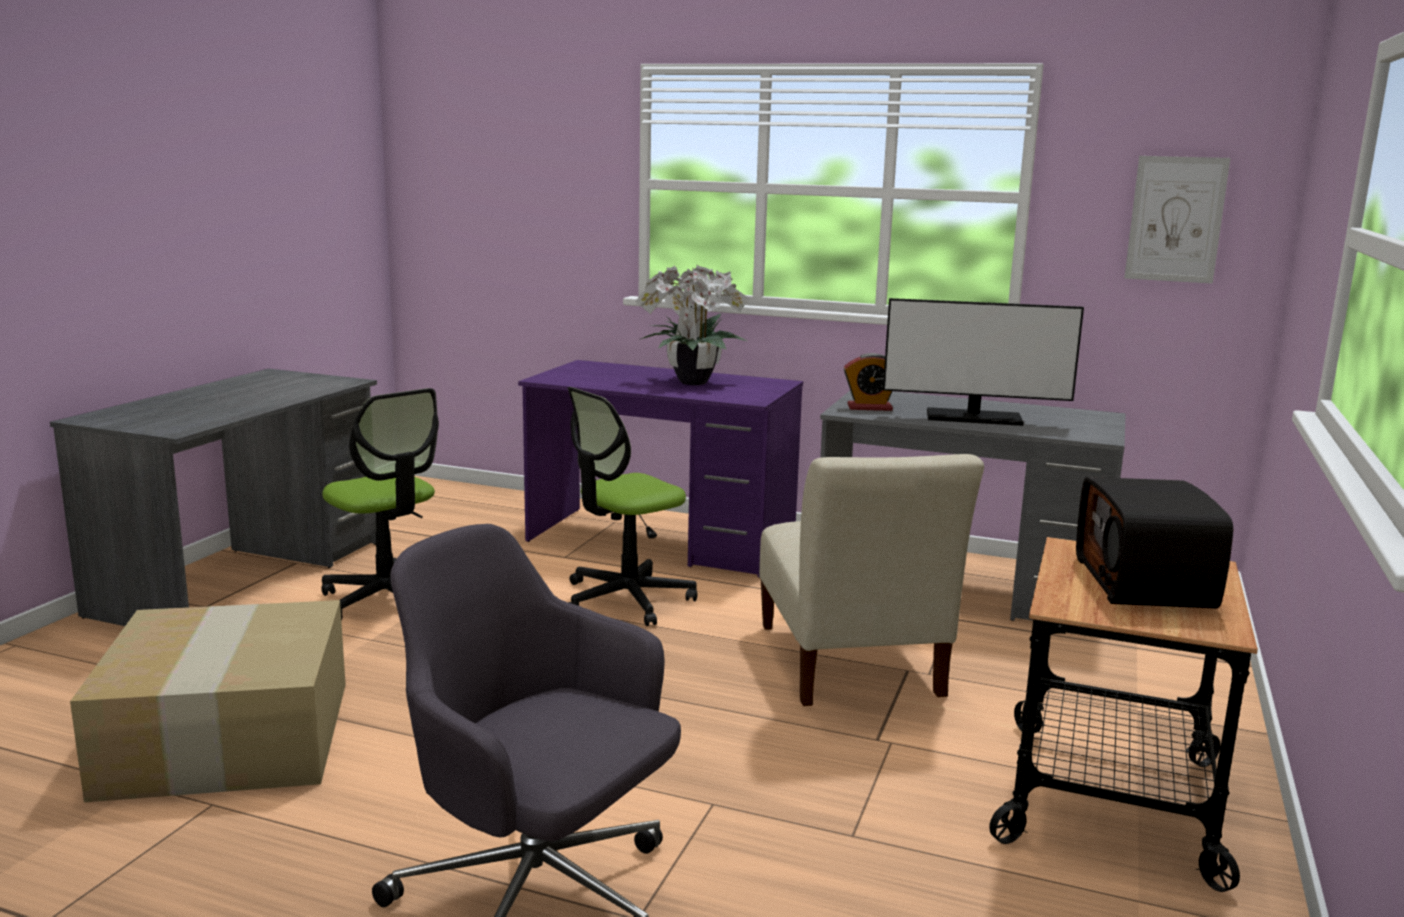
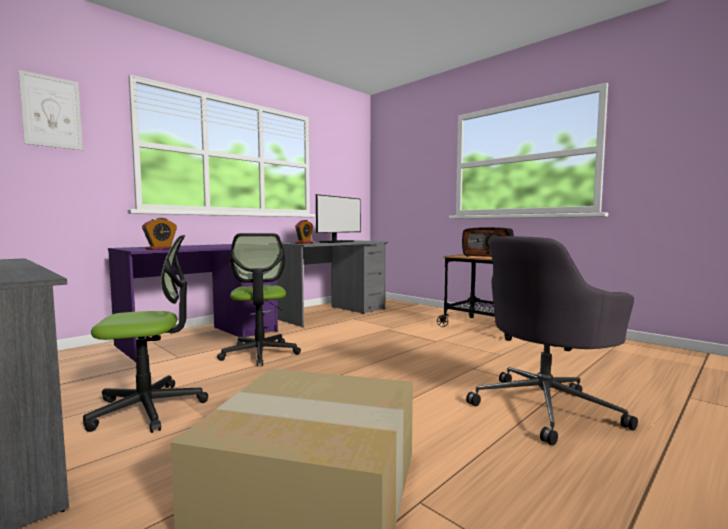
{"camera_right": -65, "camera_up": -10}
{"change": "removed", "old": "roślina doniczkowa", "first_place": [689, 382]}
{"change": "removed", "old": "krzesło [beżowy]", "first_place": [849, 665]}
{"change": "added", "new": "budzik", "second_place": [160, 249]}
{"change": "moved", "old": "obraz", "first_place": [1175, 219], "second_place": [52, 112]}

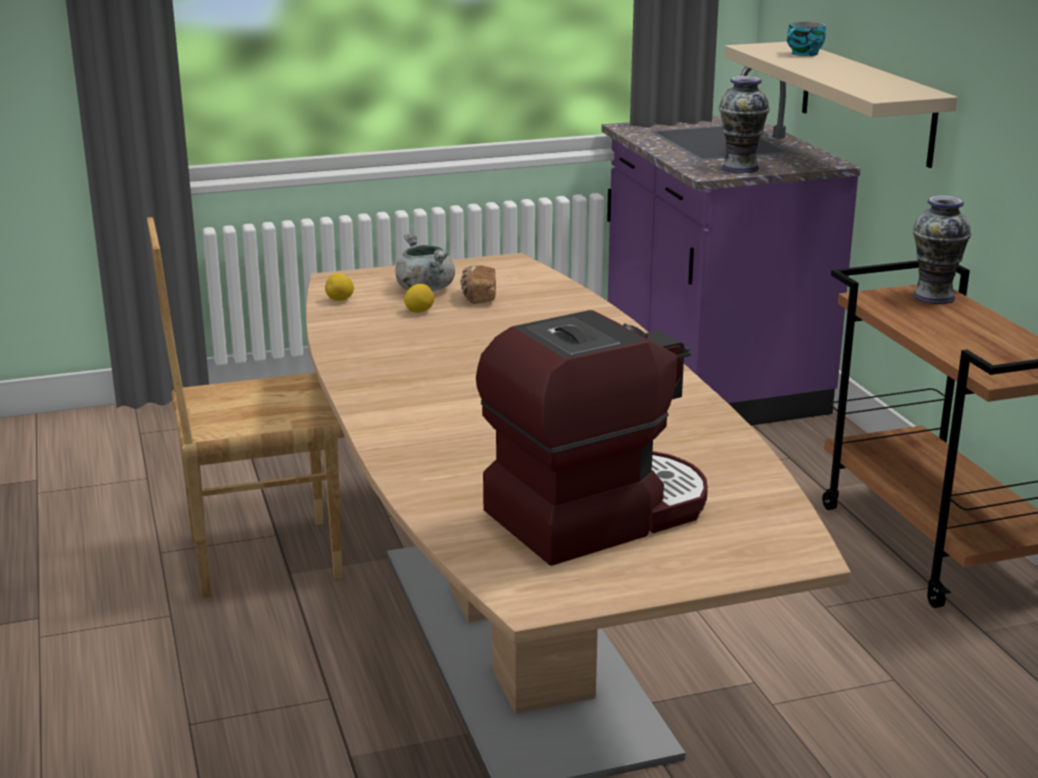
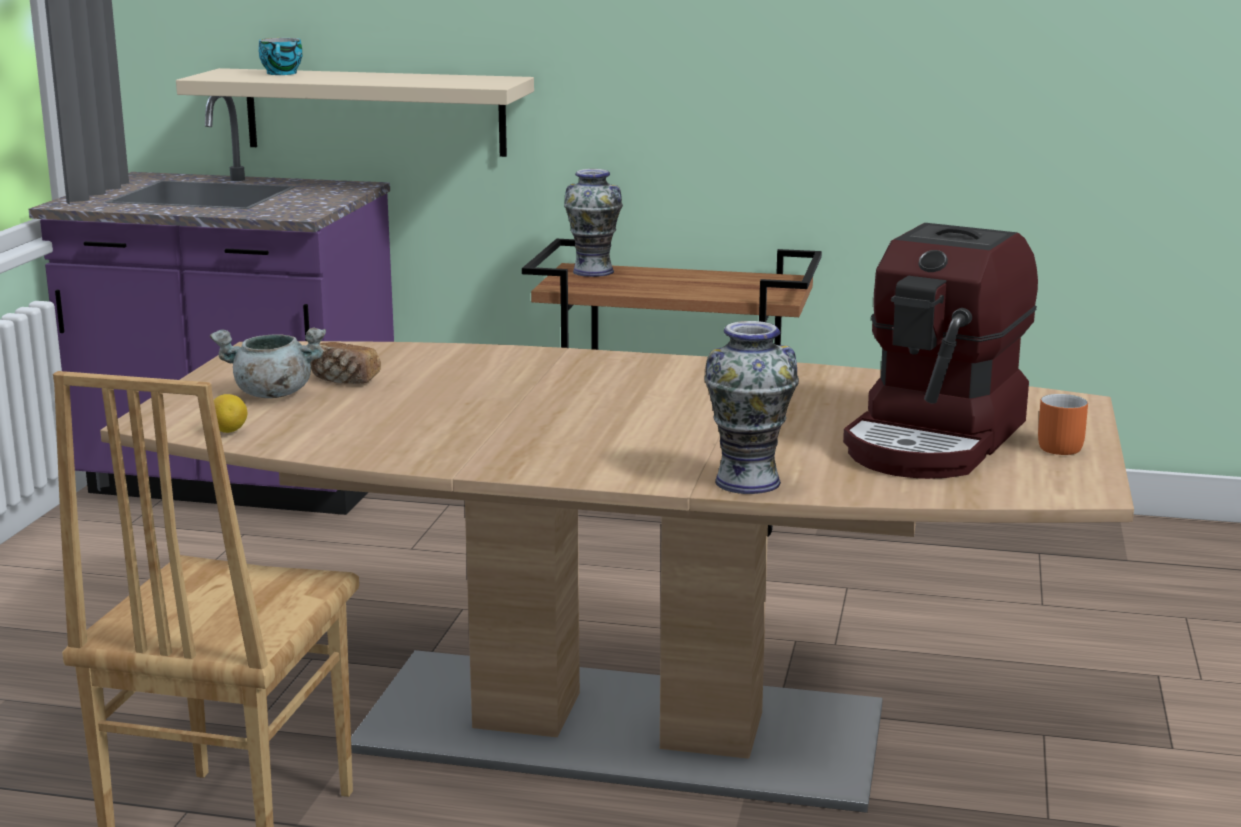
{"camera_right": -60, "camera_up": -5}
{"change": "removed", "old": "cytryna", "first_place": [419, 311]}
{"change": "added", "new": "kubek [pomarańczowy]", "second_place": [1054, 446]}
{"change": "moved", "old": "wazon", "first_place": [740, 168], "second_place": [747, 482]}
{"change": "turned", "old": "ekspres do kawy", "first_place": [596, 512], "second_place": [936, 440], "degrees": -150}

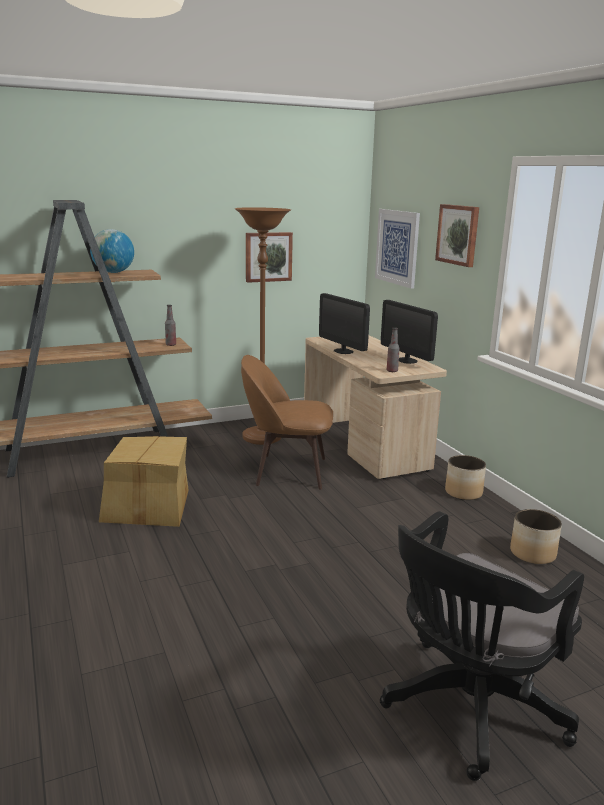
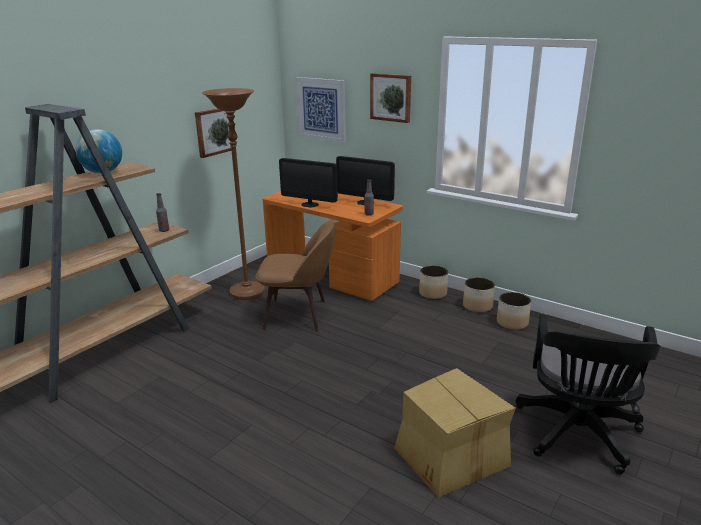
{"camera_right": -30, "camera_up": 5}
{"change": "added", "new": "donica", "second_place": [477, 306]}
{"change": "moved", "old": "karton", "first_place": [148, 507], "second_place": [450, 455]}
{"change": "recoloured", "old": "biurko [beżowy]", "new": "biurko [pomarańczowy]", "first_place": [365, 446], "second_place": [333, 277]}
{"change": "turned", "old": "krzesło [brązowy]", "first_place": [287, 471], "second_place": [298, 315], "degrees": -150}

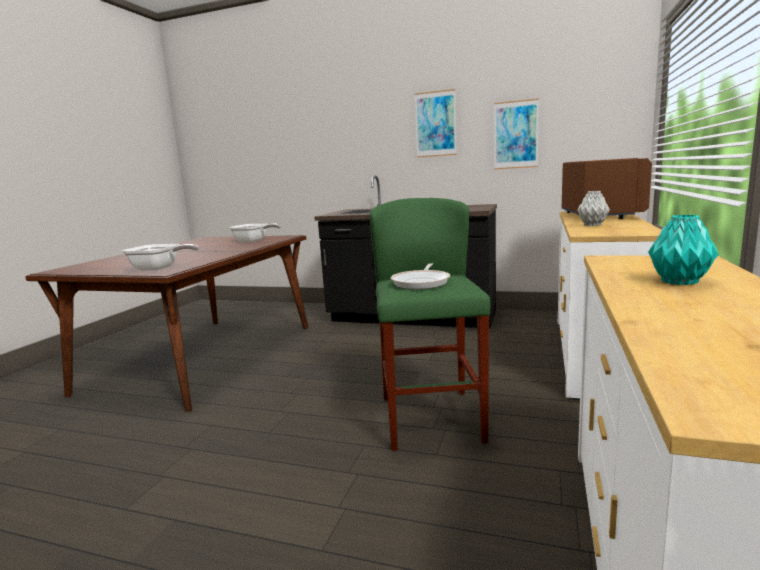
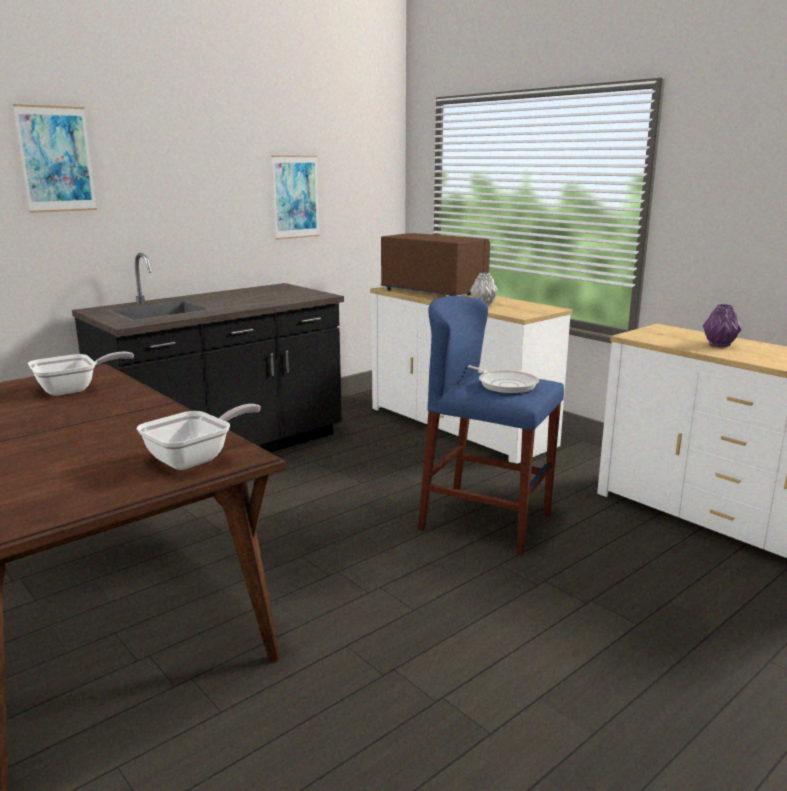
{"camera_right": -60, "camera_up": 5}
{"change": "moved", "old": "obraz", "first_place": [435, 124], "second_place": [56, 159]}
{"change": "recoloured", "old": "stołek [zielony]", "new": "stołek [niebieski]", "first_place": [431, 418], "second_place": [486, 522]}
{"change": "recoloured", "old": "wazon [turkusowy]", "new": "wazon [fioletowy]", "first_place": [679, 282], "second_place": [720, 345]}

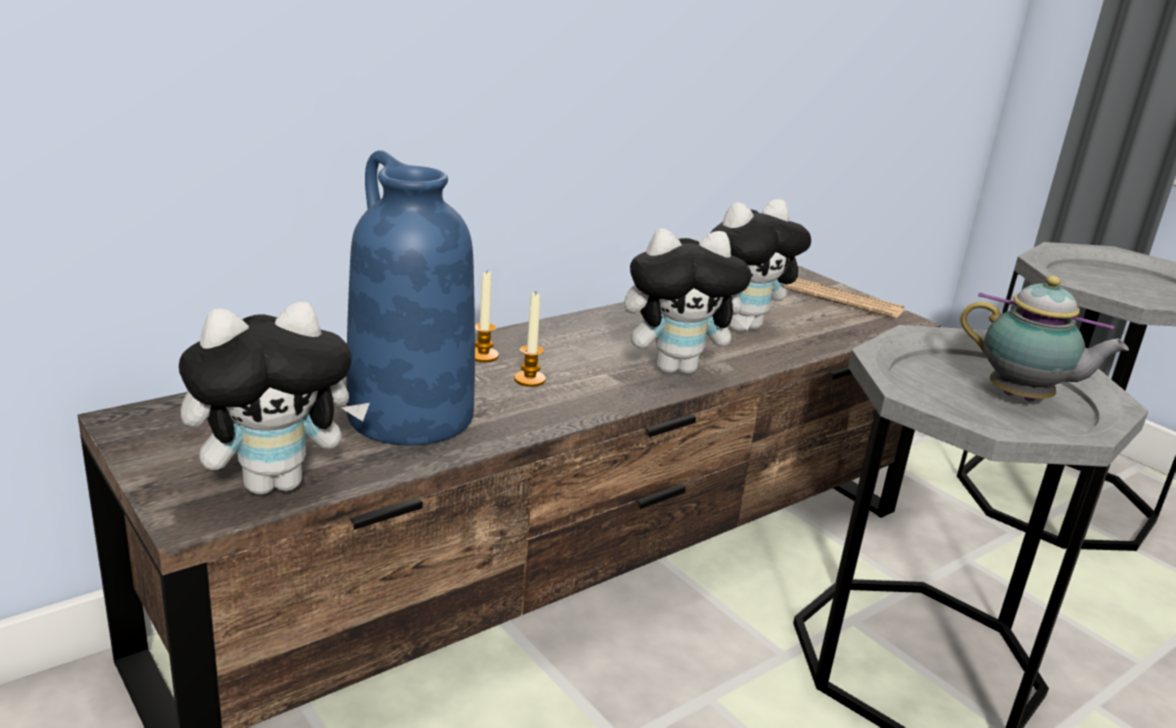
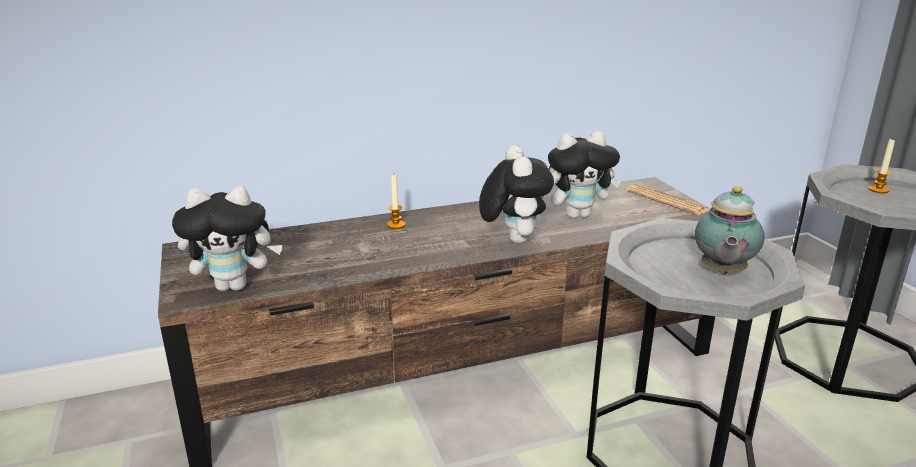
{"camera_right": 20, "camera_up": 0}
{"change": "removed", "old": "wazon [niebieski]", "first_place": [408, 415]}
{"change": "moved", "old": "świeca", "first_place": [529, 379], "second_place": [878, 190]}
{"change": "turned", "old": "pluszak", "first_place": [677, 368], "second_place": [513, 239], "degrees": -105}
{"change": "turned", "old": "imbryk", "first_place": [1023, 399], "second_place": [721, 272], "degrees": 60}

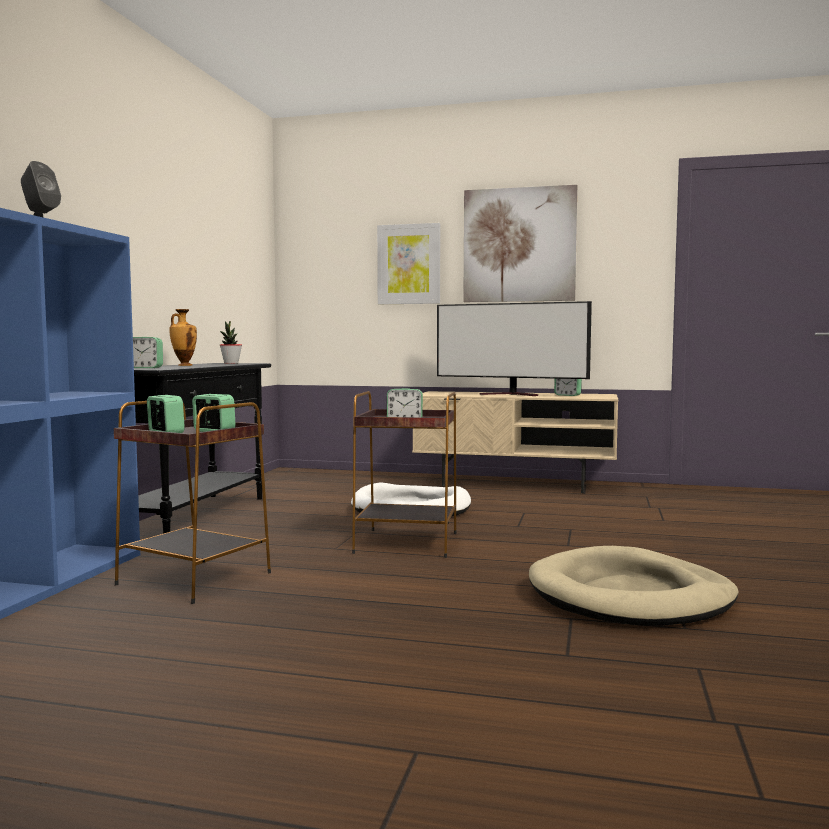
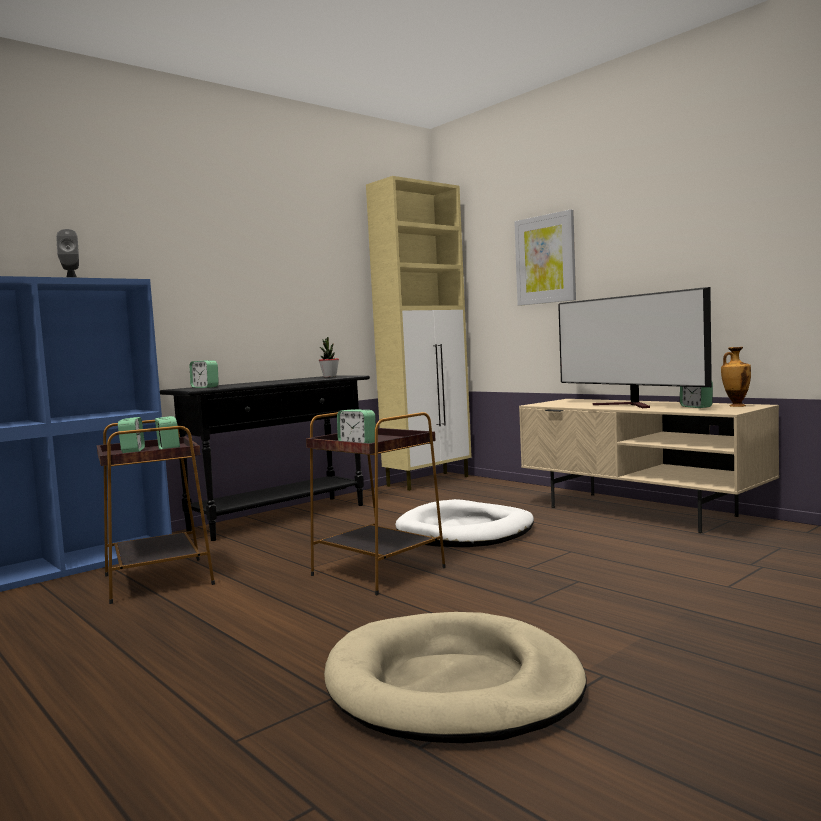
{"camera_right": 35, "camera_up": 0}
{"change": "removed", "old": "obraz", "first_place": [519, 245]}
{"change": "added", "new": "szafka [beżowy]", "second_place": [429, 481]}
{"change": "moved", "old": "wazon", "first_place": [184, 365], "second_place": [736, 406]}

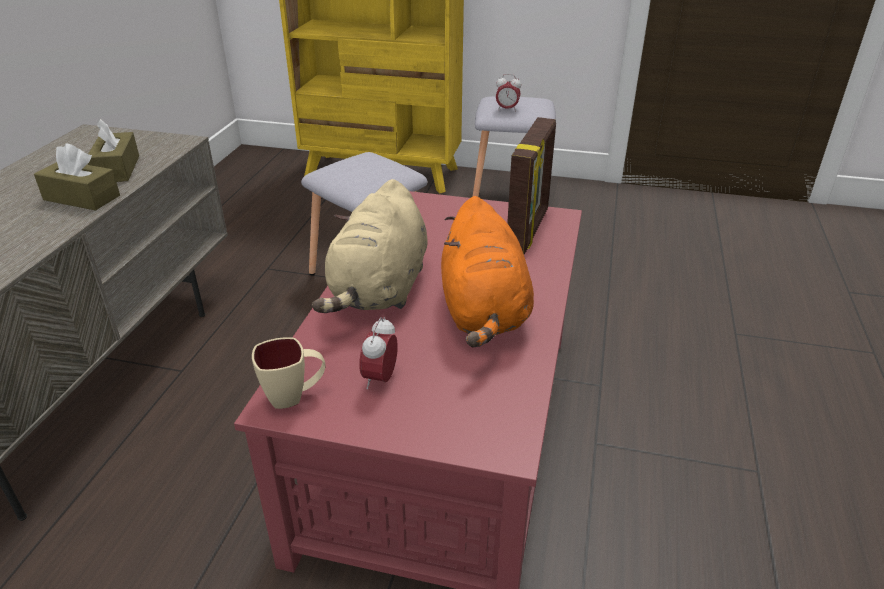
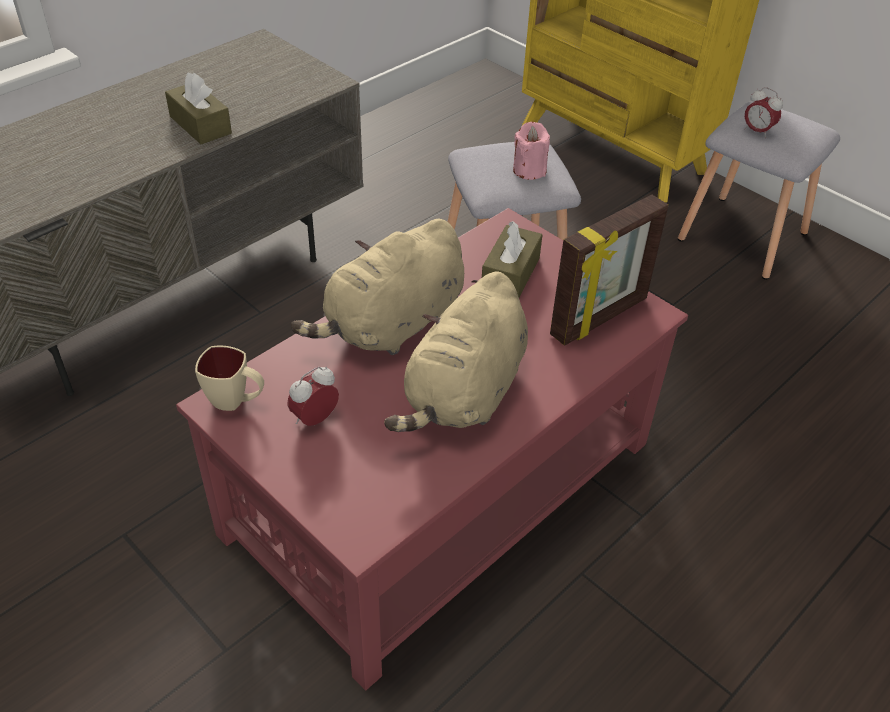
{"camera_right": 30, "camera_up": 10}
{"change": "added", "new": "świeca [różowy]", "second_place": [529, 170]}
{"change": "moved", "old": "pudełko chusteczek [brązowy]", "first_place": [117, 169], "second_place": [510, 274]}
{"change": "recoloured", "old": "pluszak [pomarańczowy]", "new": "pluszak [beżowy]", "first_place": [484, 312], "second_place": [464, 394]}

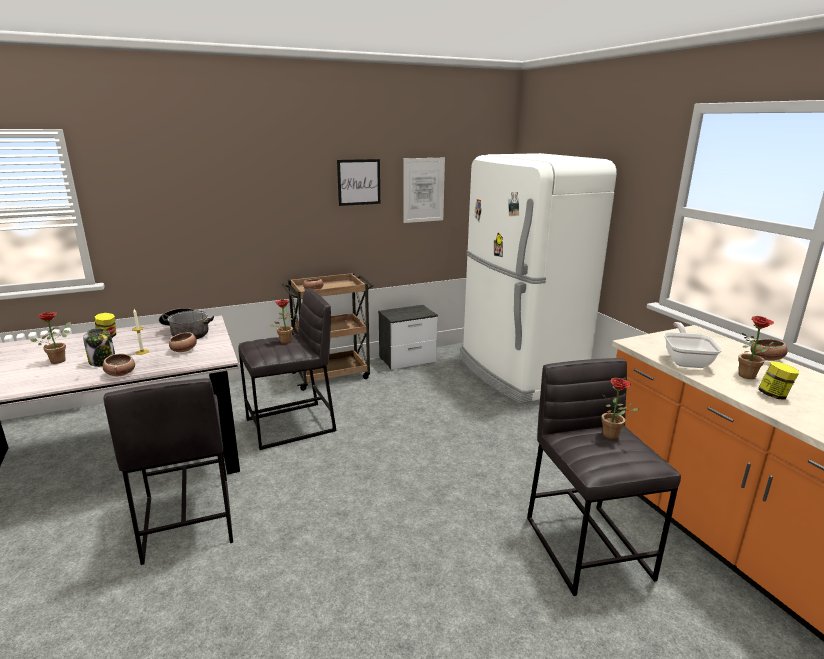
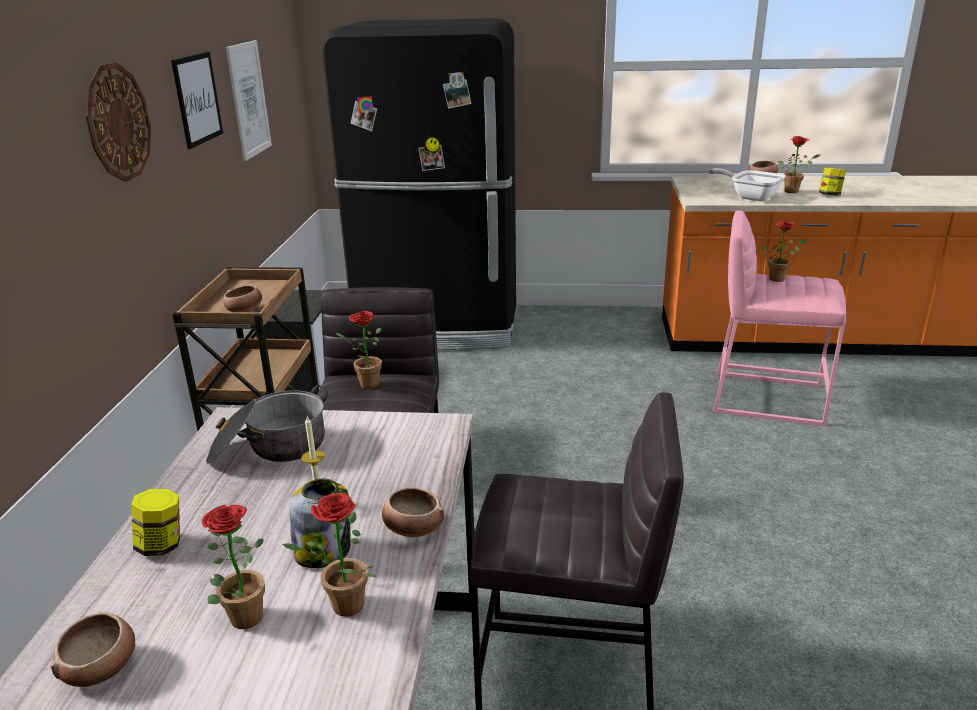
{"camera_right": -60, "camera_up": 5}
{"change": "added", "new": "zegar ścienny", "second_place": [118, 122]}
{"change": "added", "new": "roślina doniczkowa", "second_place": [341, 608]}
{"change": "moved", "old": "miska", "first_place": [184, 350], "second_place": [101, 667]}
{"change": "recoloured", "old": "lodówka [biały]", "new": "lodówka [czarny]", "first_place": [518, 373], "second_place": [437, 326]}
{"change": "recoloured", "old": "stołek [szary]", "new": "stołek [różowy]", "first_place": [588, 546], "second_place": [766, 397]}

